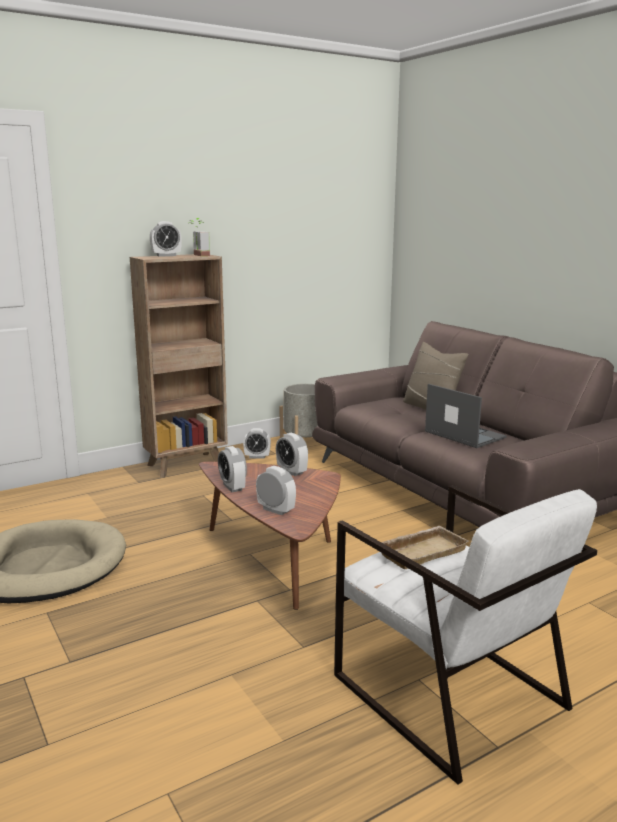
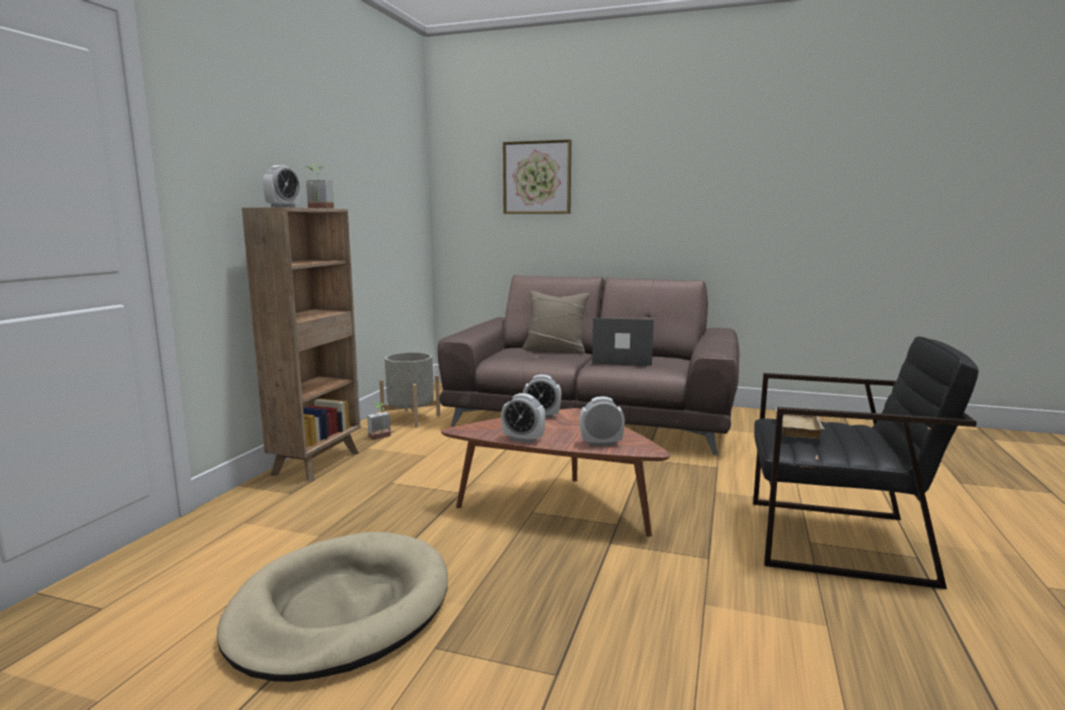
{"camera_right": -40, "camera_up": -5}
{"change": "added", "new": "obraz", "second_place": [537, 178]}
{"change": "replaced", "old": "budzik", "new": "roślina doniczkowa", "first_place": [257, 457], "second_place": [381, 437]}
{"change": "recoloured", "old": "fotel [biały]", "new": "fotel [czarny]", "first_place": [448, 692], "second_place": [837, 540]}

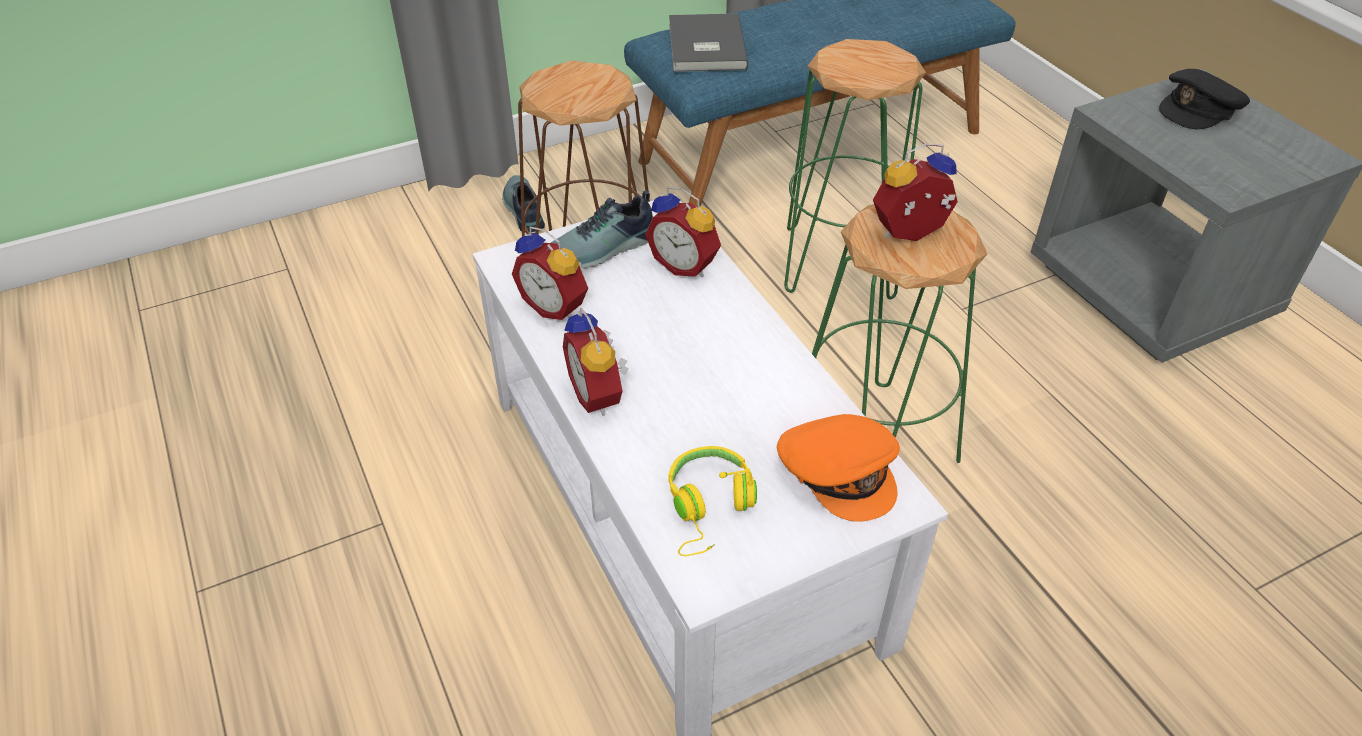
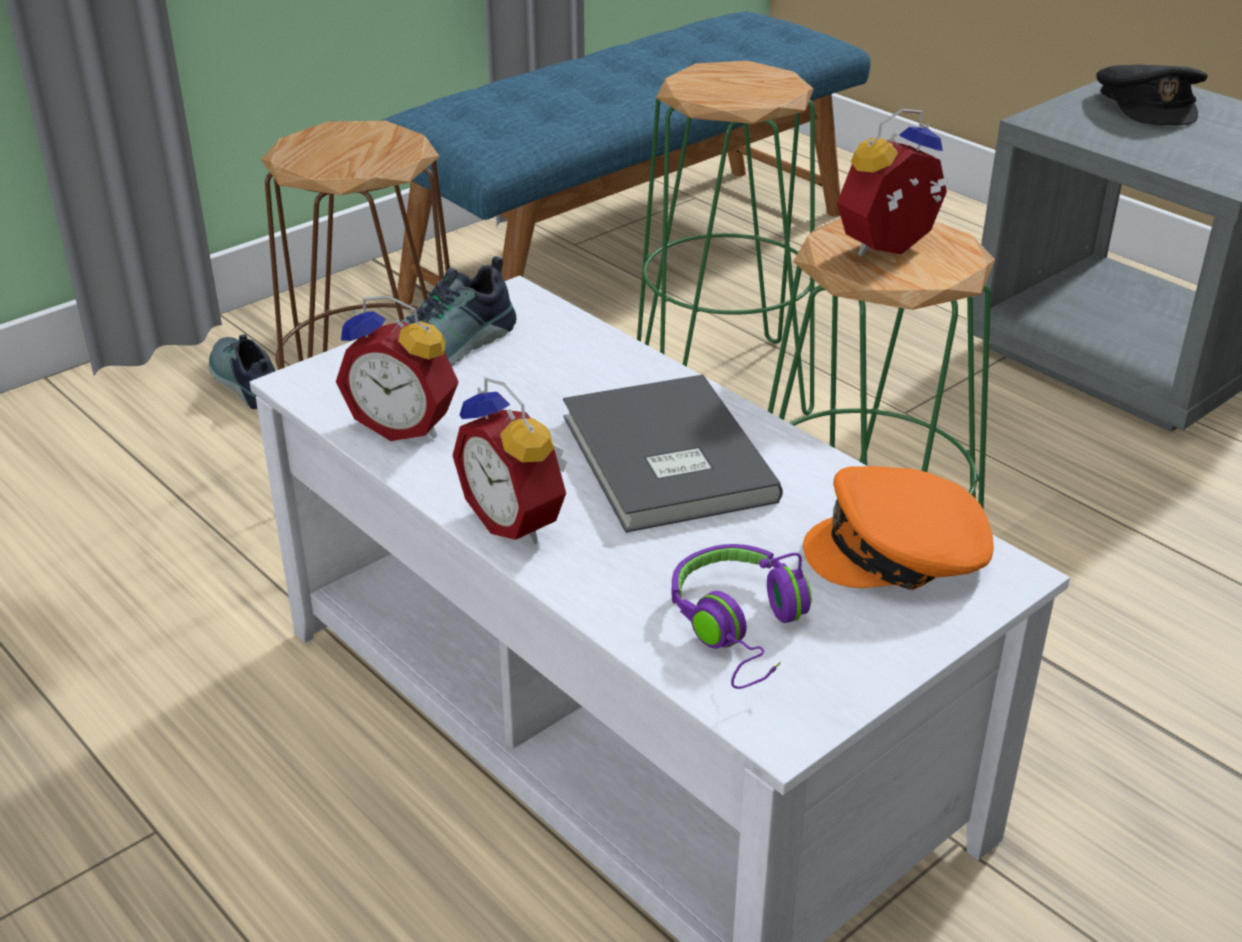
{"camera_right": -15, "camera_up": -10}
{"change": "removed", "old": "budzik", "first_place": [686, 265]}
{"change": "moved", "old": "książka [szary]", "first_place": [704, 47], "second_place": [662, 461]}
{"change": "recoloured", "old": "słuchawki [żółty]", "new": "słuchawki [fioletowy]", "first_place": [709, 507], "second_place": [742, 628]}
{"change": "turned", "old": "czapka z daszkiem [pomarańczowy]", "first_place": [839, 471], "second_place": [901, 554], "degrees": 135}
{"change": "turned", "old": "czapka z daszkiem [czarny]", "first_place": [1200, 109], "second_place": [1149, 105], "degrees": -45}

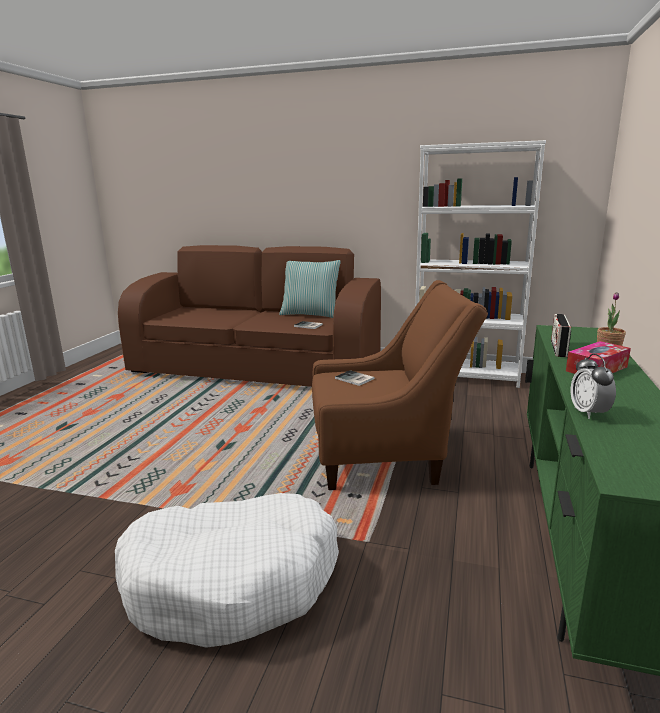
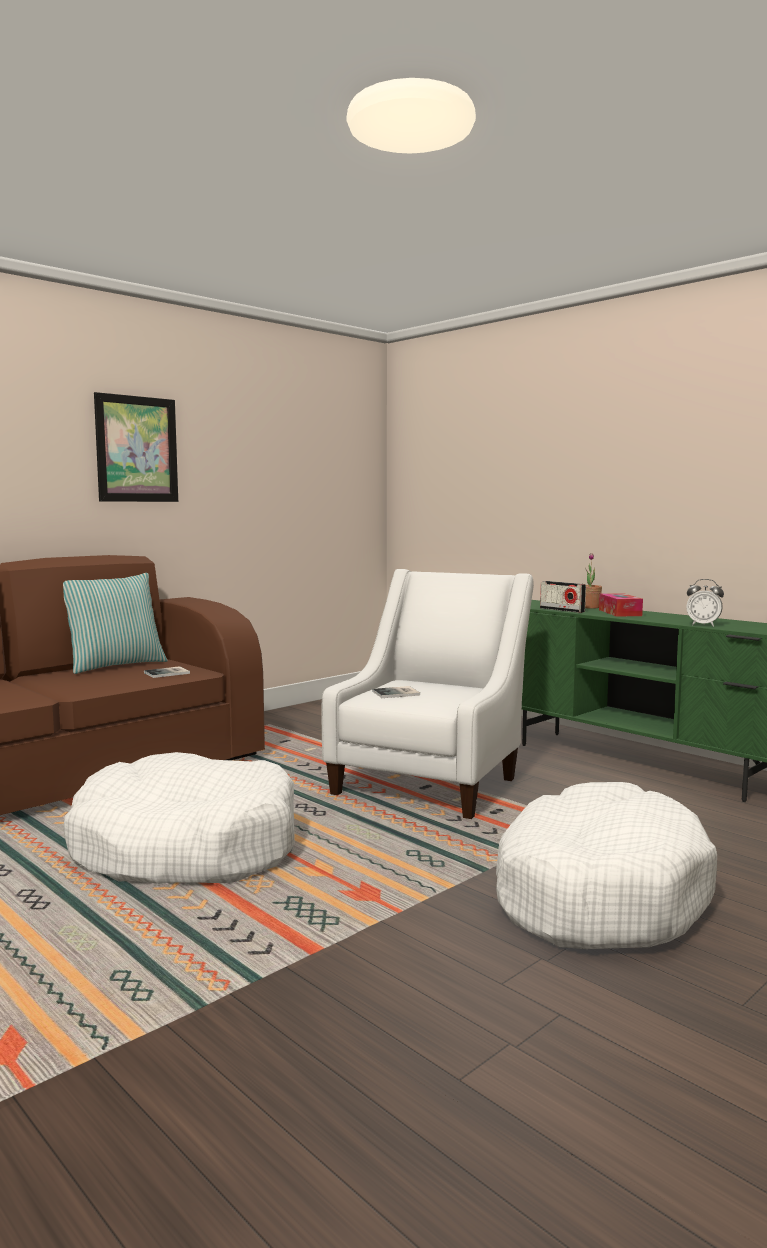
{"camera_right": -60, "camera_up": -10}
{"change": "removed", "old": "regał [biały]", "first_place": [465, 376]}
{"change": "added", "new": "legowisko [biały]", "second_place": [186, 848]}
{"change": "added", "new": "obraz", "second_place": [137, 449]}
{"change": "recoloured", "old": "fotel [brązowy]", "new": "fotel [biały]", "first_place": [386, 456], "second_place": [431, 782]}

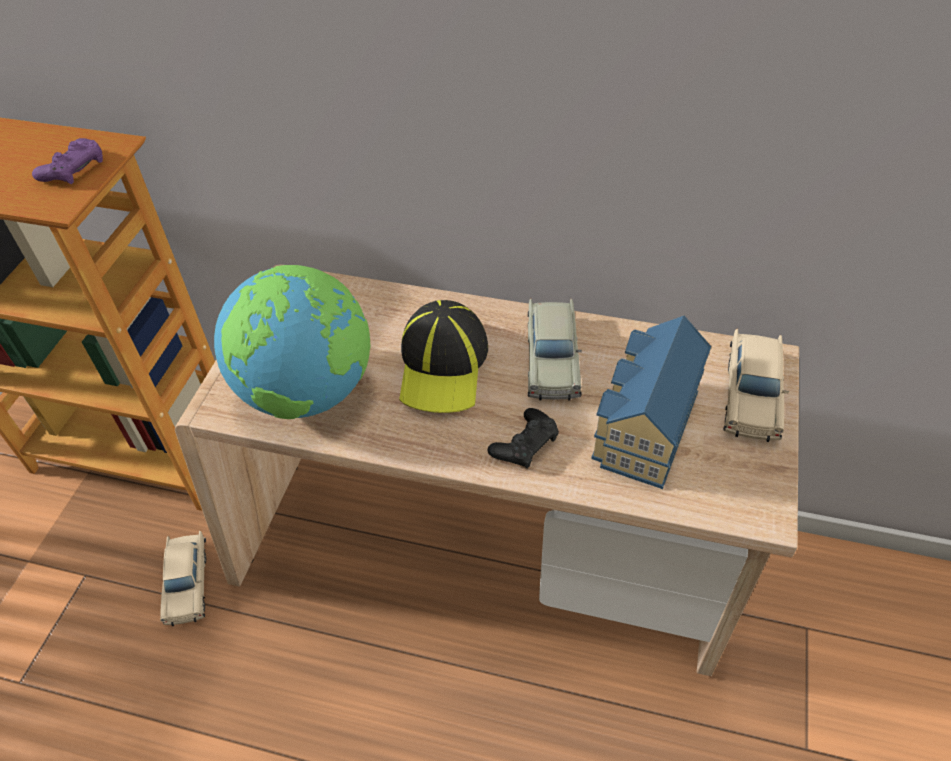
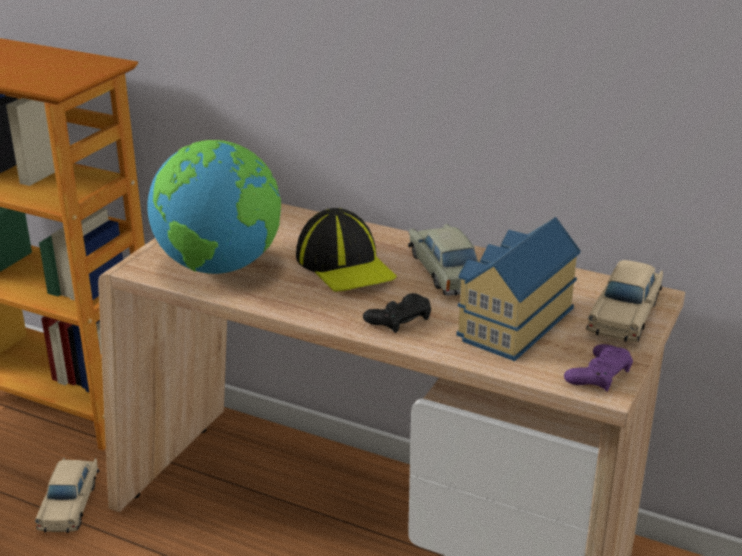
{"camera_right": 10, "camera_up": -20}
{"change": "moved", "old": "pad do gier [fioletowy]", "first_place": [73, 169], "second_place": [599, 375]}
{"change": "turned", "old": "czapka z daszkiem", "first_place": [443, 365], "second_place": [345, 265], "degrees": -45}
{"change": "turned", "old": "samochodzik [beżowy]", "first_place": [552, 358], "second_place": [446, 272], "degrees": 150}

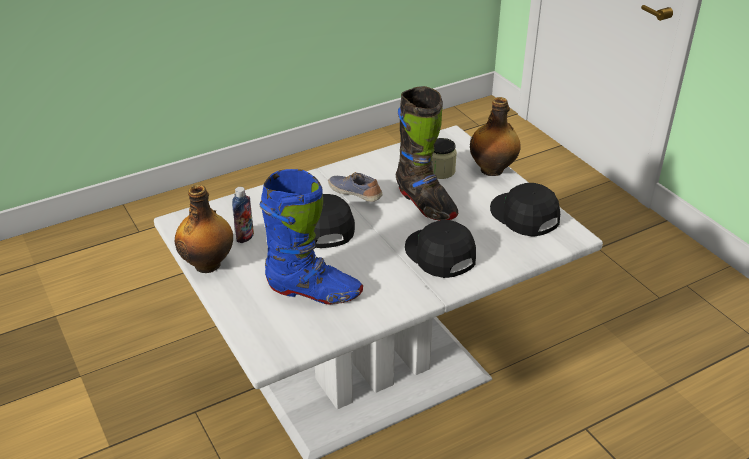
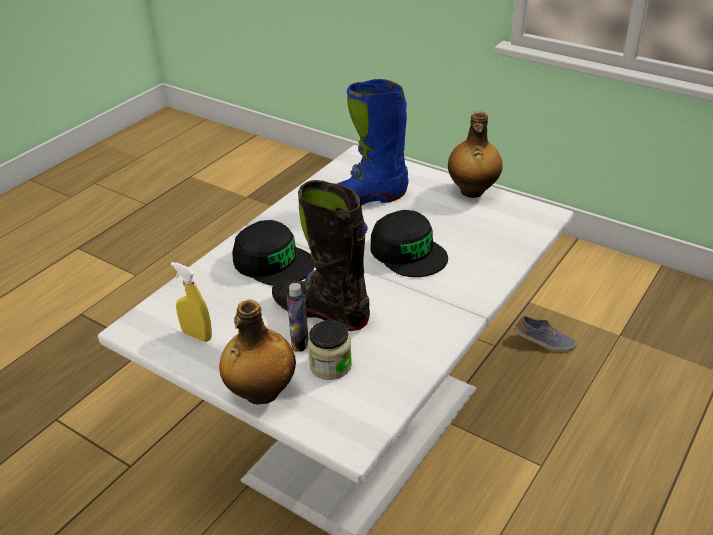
{"camera_right": 155, "camera_up": 0}
{"change": "moved", "old": "butelka", "first_place": [245, 237], "second_place": [300, 342]}
{"change": "moved", "old": "but", "first_place": [355, 194], "second_place": [544, 342]}
{"change": "replaced", "old": "czapka z daszkiem [czarny]", "new": "spryskiwacz [żółty]", "first_place": [524, 215], "second_place": [197, 335]}

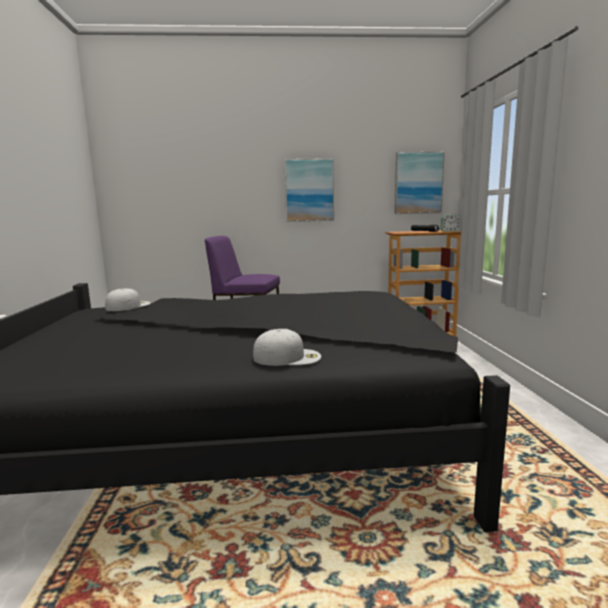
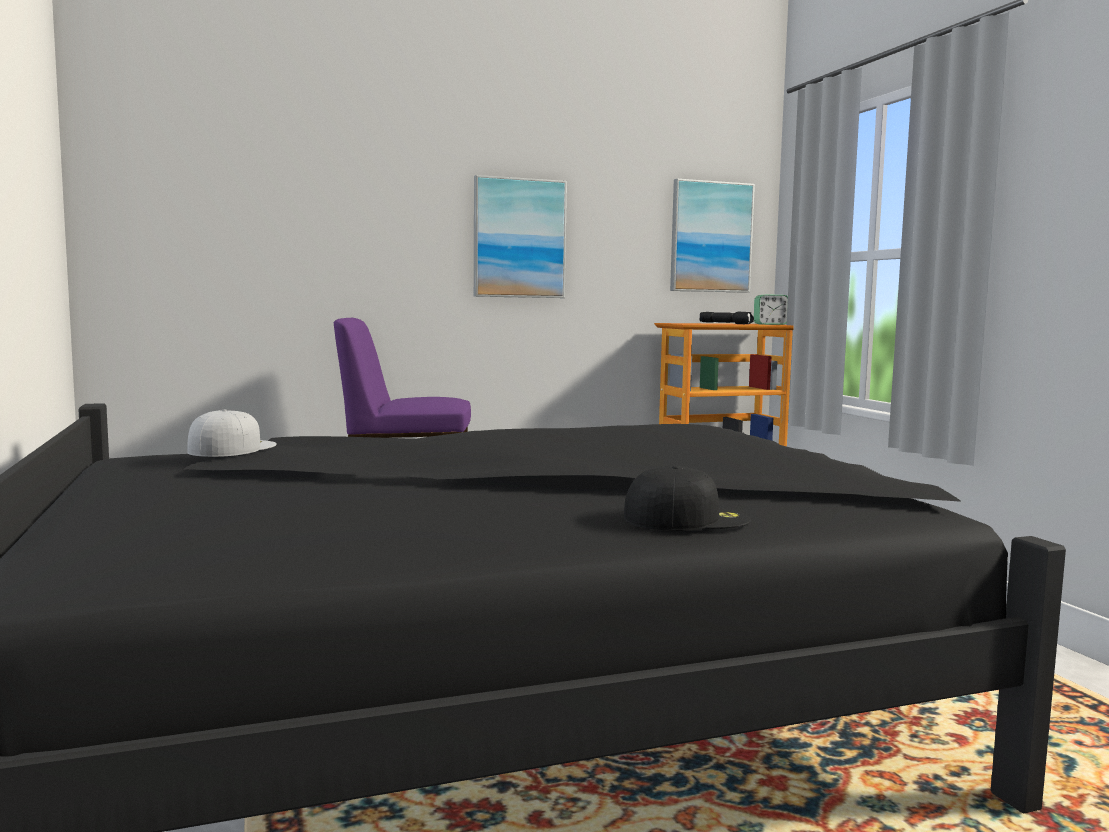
{"camera_right": -15, "camera_up": -5}
{"change": "recoloured", "old": "czapka z daszkiem [biały]", "new": "czapka z daszkiem [czarny]", "first_place": [288, 357], "second_place": [687, 518]}

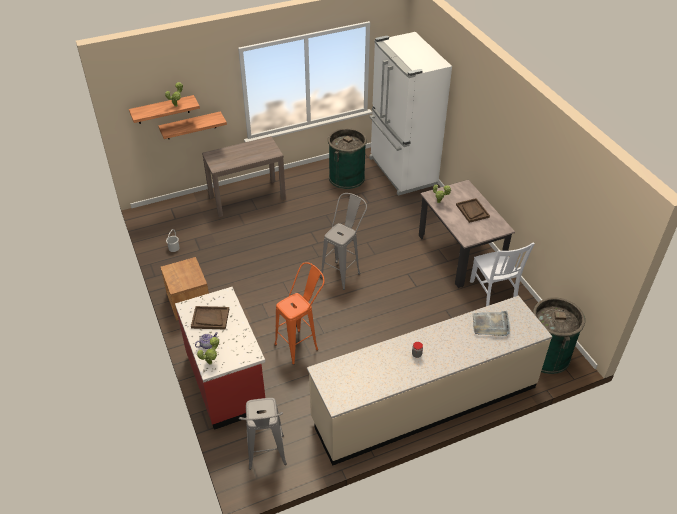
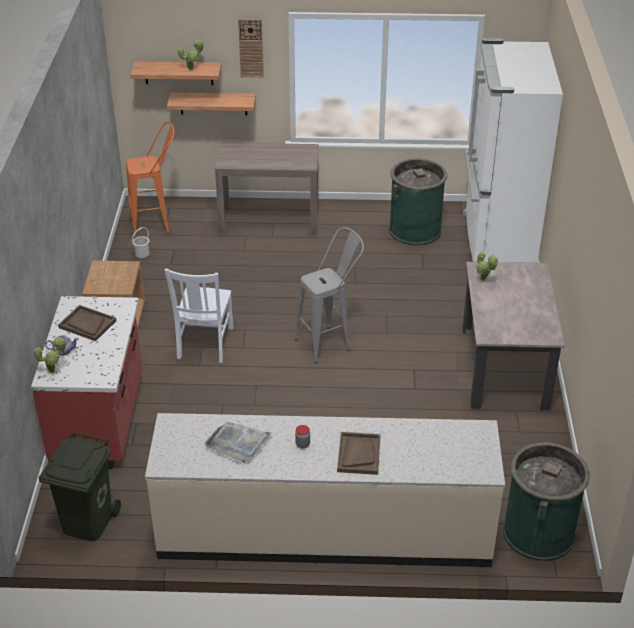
{"camera_right": 25, "camera_up": -5}
{"change": "added", "new": "zegar ścienny", "second_place": [251, 48]}
{"change": "moved", "old": "stołek [pomarańczowy]", "first_place": [301, 344], "second_place": [157, 224]}
{"change": "moved", "old": "taca [brązowy]", "first_place": [472, 211], "second_place": [358, 454]}
{"change": "moved", "old": "krzesło [biały]", "first_place": [493, 292], "second_place": [204, 344]}
{"change": "moved", "old": "taca [szary]", "first_place": [490, 325], "second_place": [237, 443]}
{"change": "replaced", "old": "stołek [szary]", "new": "kosz na śmieci [zielony]", "first_place": [267, 459], "second_place": [87, 522]}

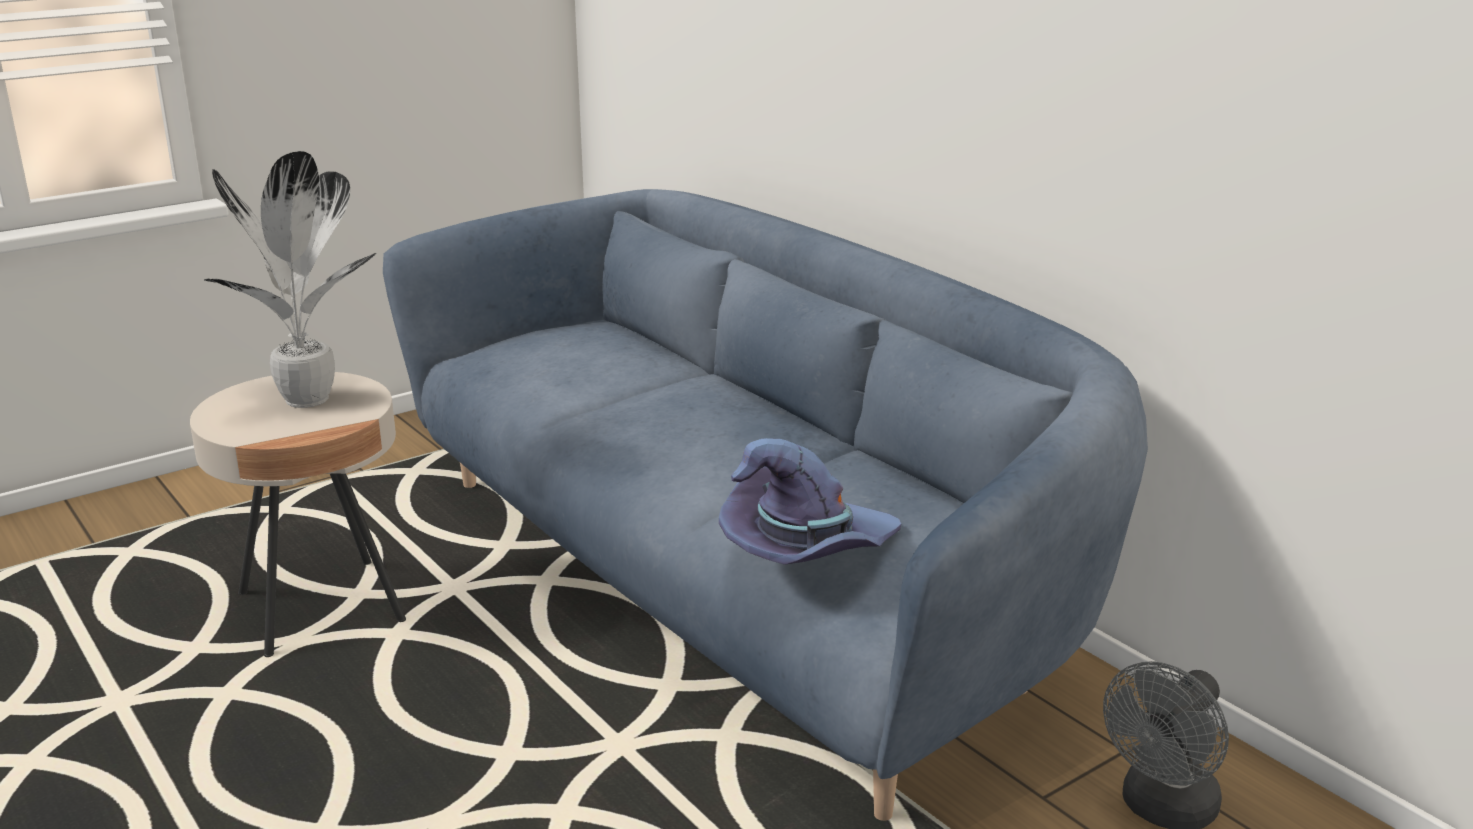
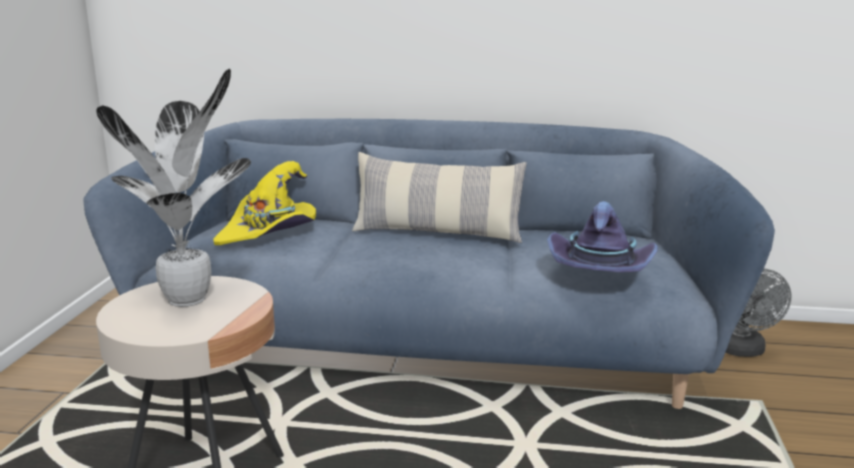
{"camera_right": -45, "camera_up": -5}
{"change": "added", "new": "kapelusz [żółty]", "second_place": [269, 233]}
{"change": "added", "new": "poduszka", "second_place": [437, 233]}

